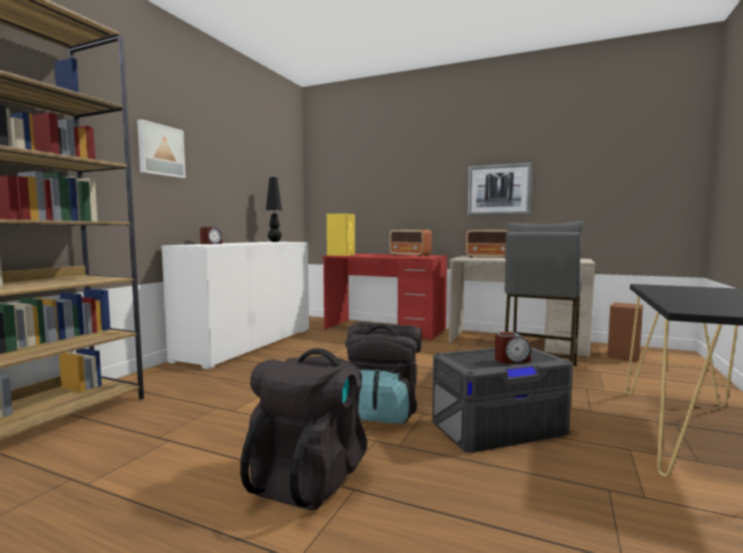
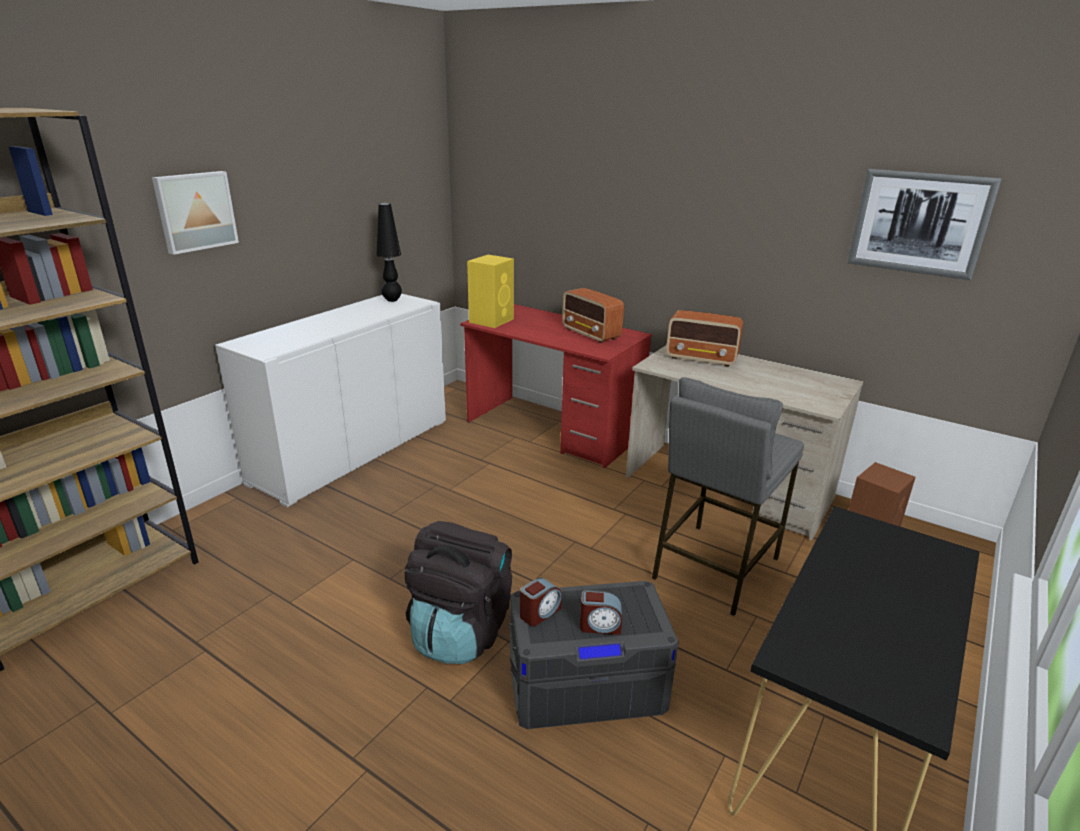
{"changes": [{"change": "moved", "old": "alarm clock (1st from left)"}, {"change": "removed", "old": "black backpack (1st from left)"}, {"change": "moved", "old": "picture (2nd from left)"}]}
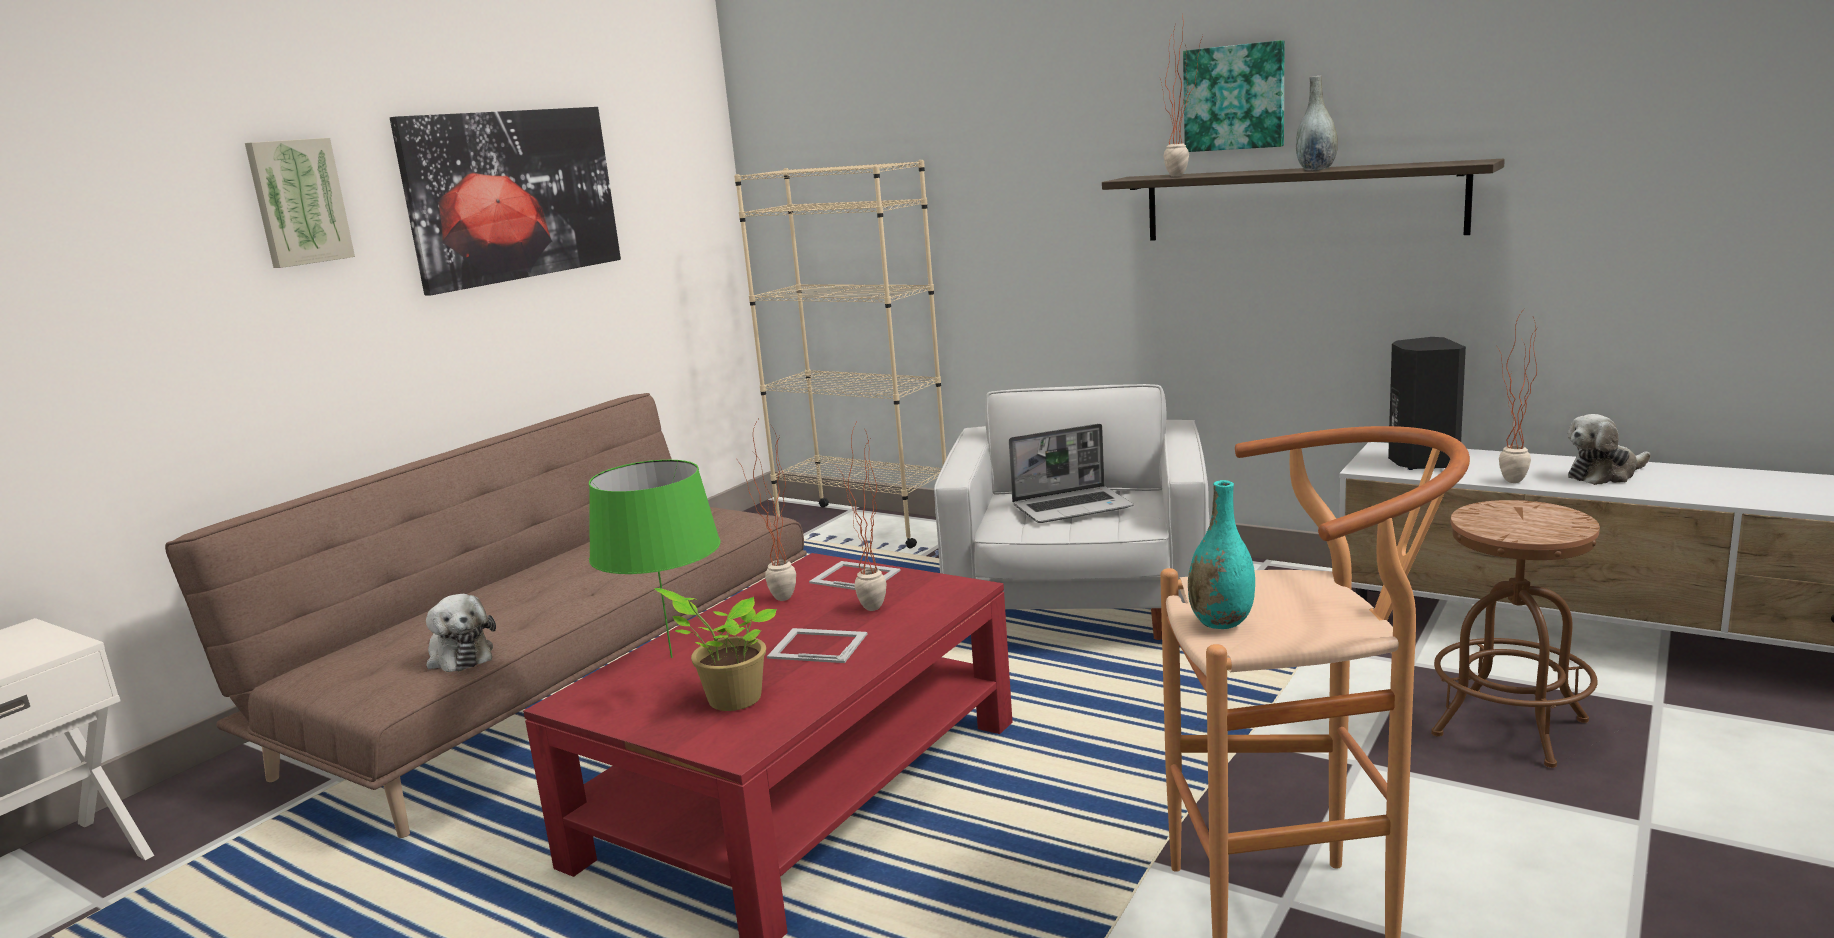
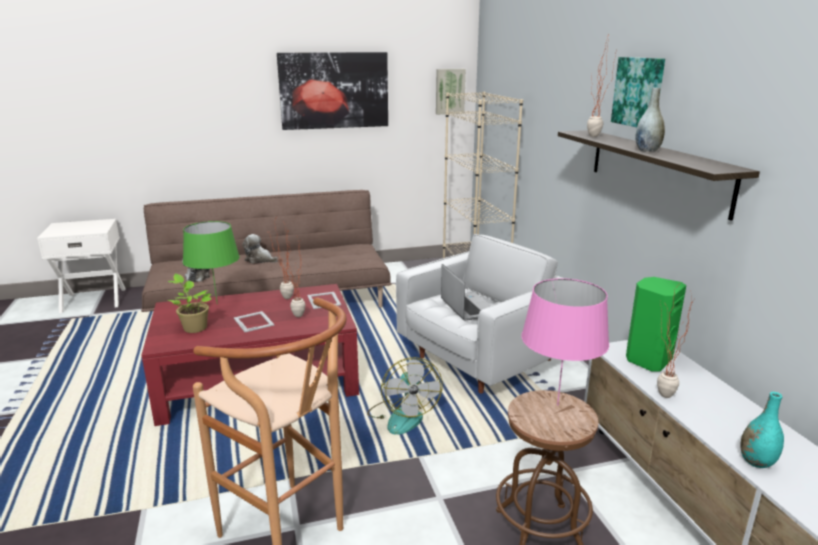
{"changes": [{"change": "moved", "old": "picture (1st from left in the first image)", "new": "picture (2nd from left)"}, {"change": "turned", "old": "laptop", "degrees": -135}, {"change": "moved", "old": "turquoise vase"}, {"change": "recoloured", "old": "black speaker", "new": "green speaker"}, {"change": "moved", "old": "plush toy (2nd from left)"}, {"change": "added", "new": "fan"}, {"change": "added", "new": "pink table lamp"}]}
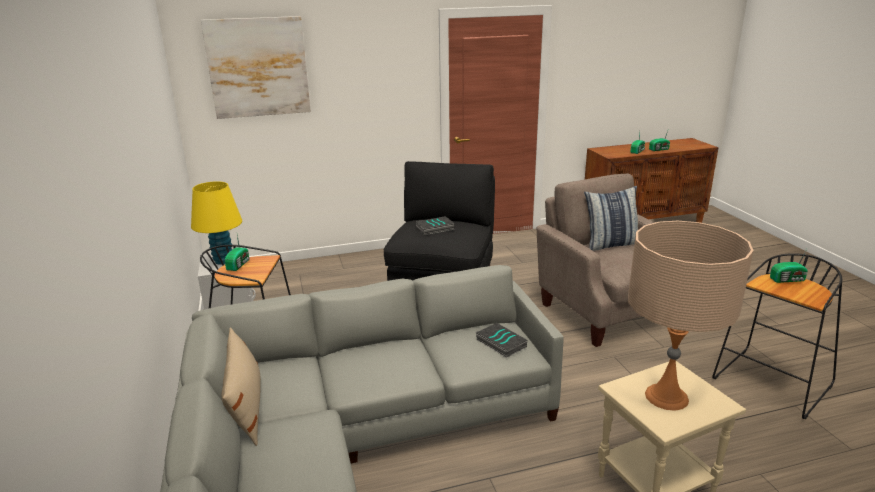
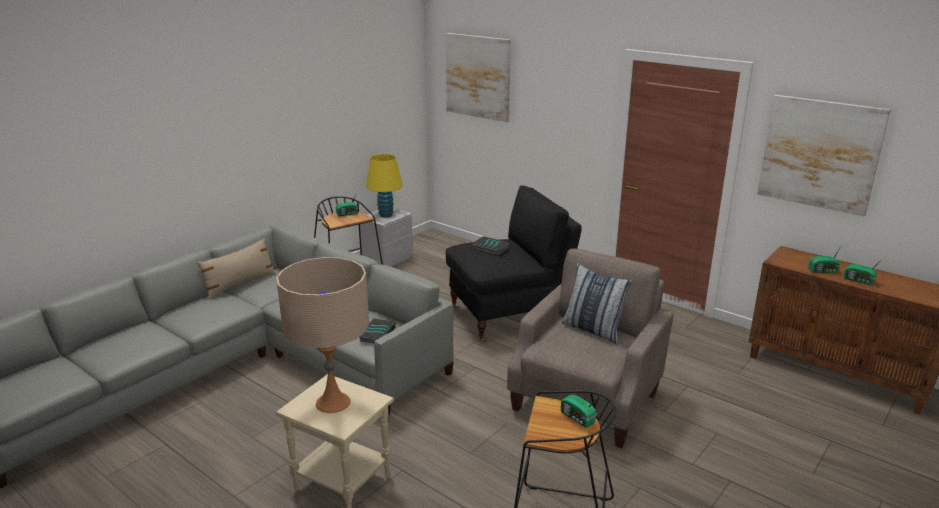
{"changes": [{"change": "added", "new": "picture (2nd from left)"}]}
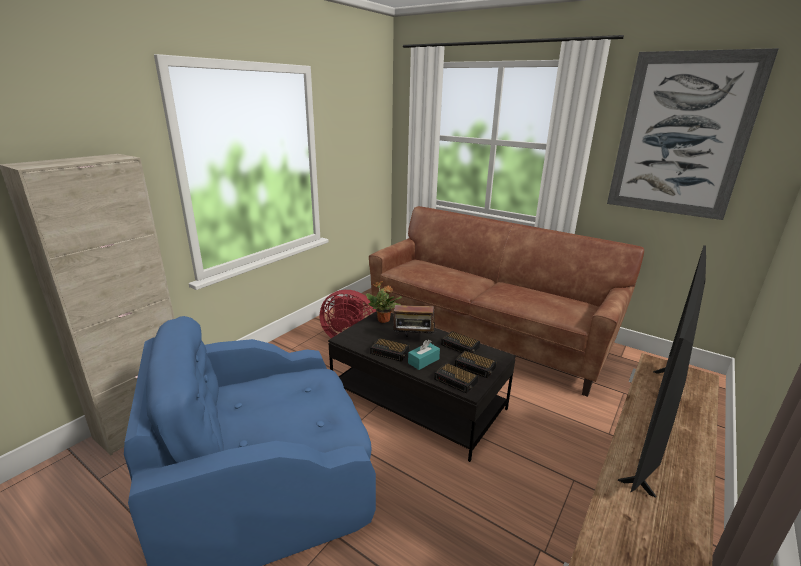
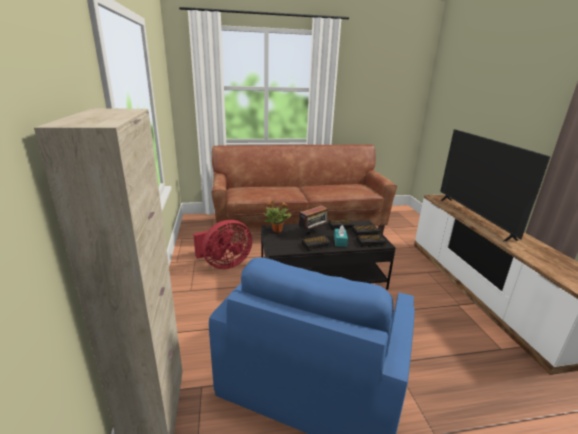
{"changes": [{"change": "removed", "old": "picture"}]}
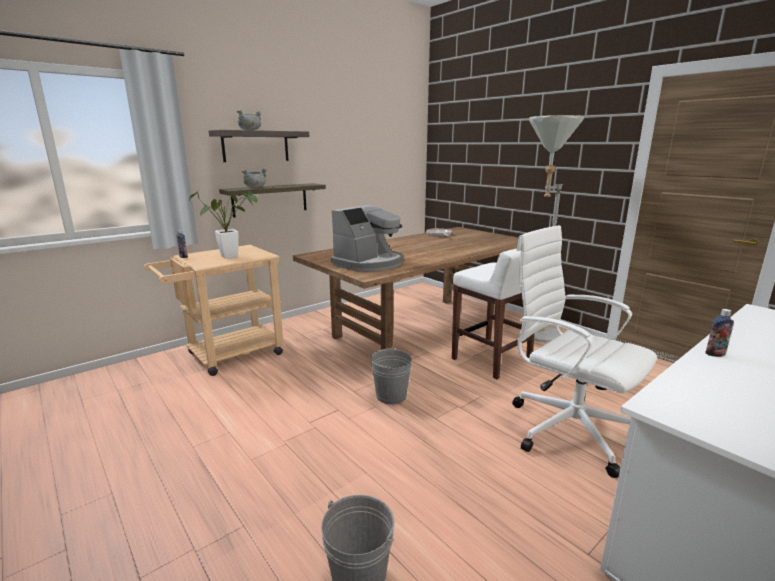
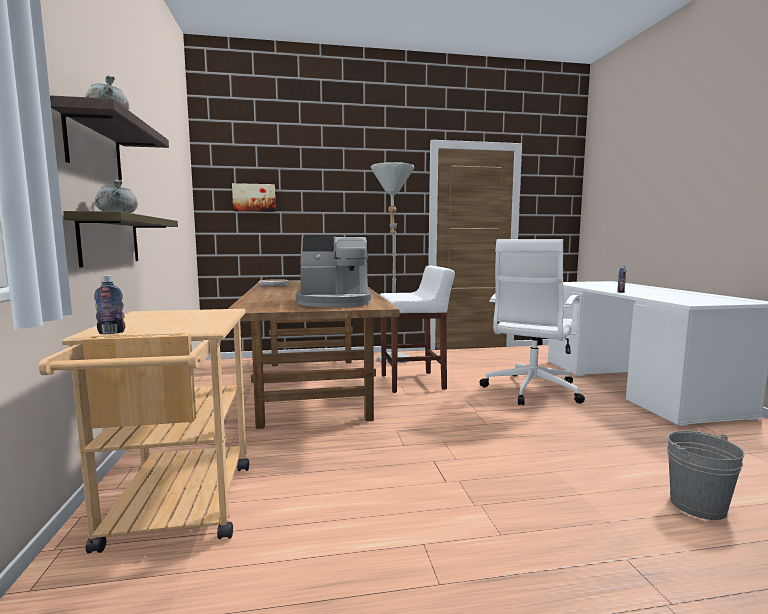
{"changes": [{"change": "removed", "old": "potted plant"}, {"change": "turned", "old": "coffee machine", "degrees": 105}, {"change": "removed", "old": "grey bucket (2nd from left)"}, {"change": "turned", "old": "white office chair", "degrees": -45}, {"change": "added", "new": "picture"}]}
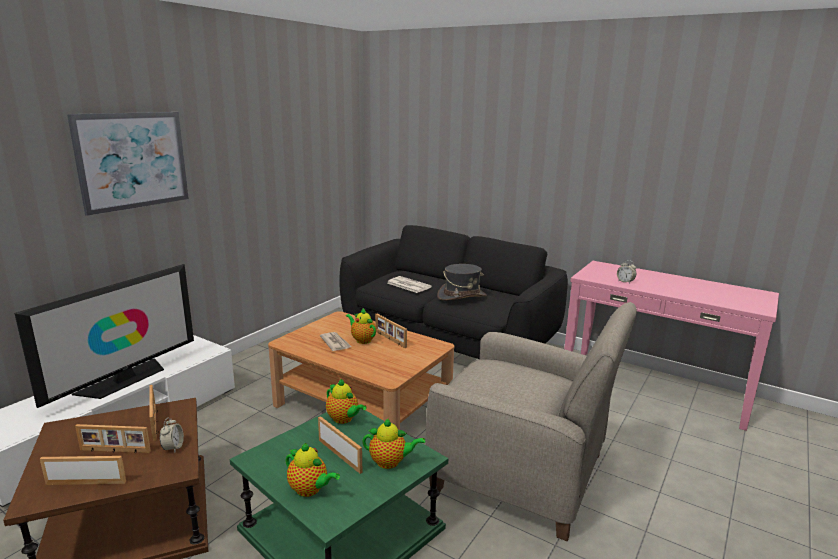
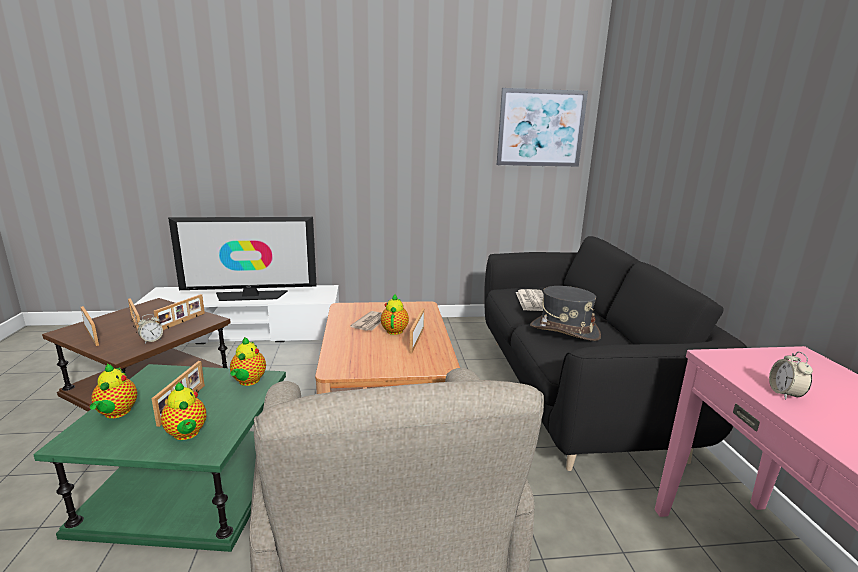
{"changes": [{"change": "moved", "old": "picture"}]}
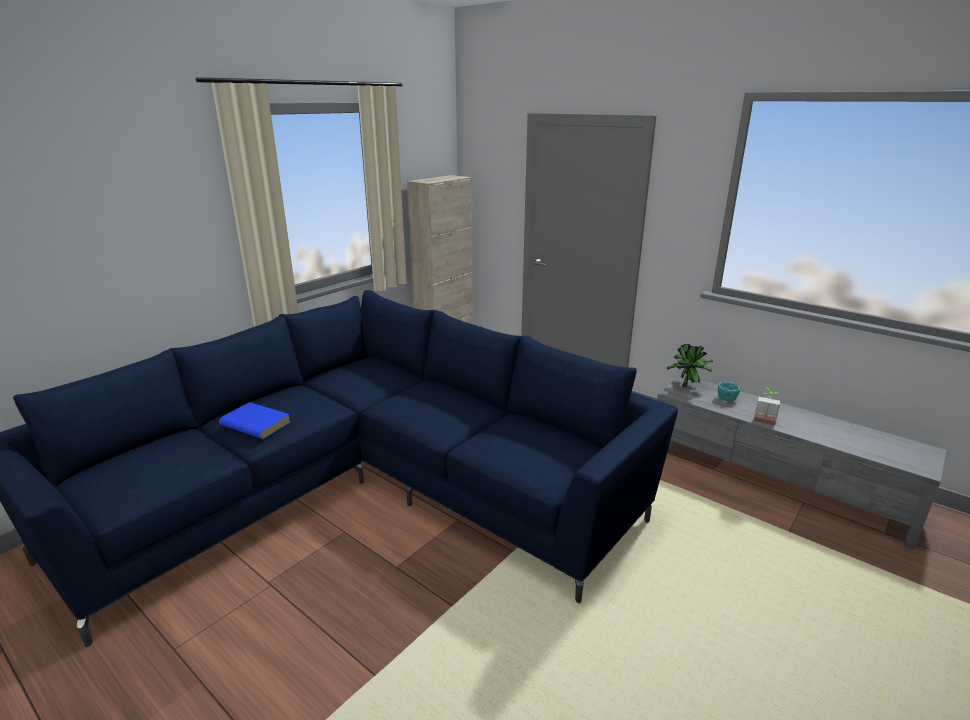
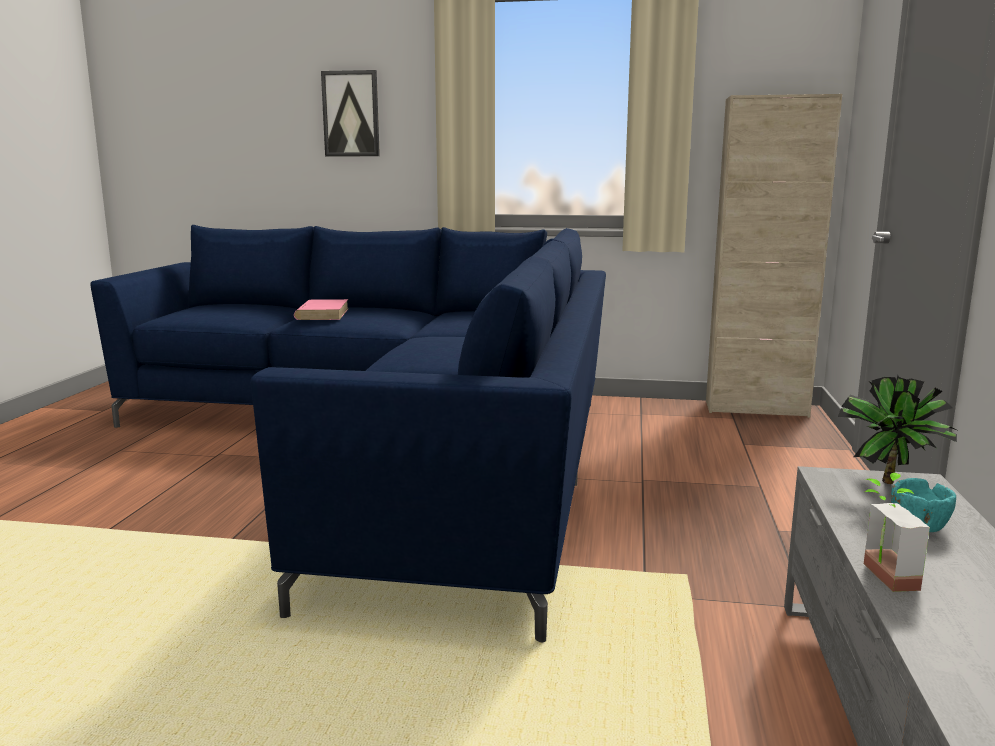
{"changes": [{"change": "recoloured", "old": "blue book", "new": "pink book"}, {"change": "added", "new": "picture"}]}
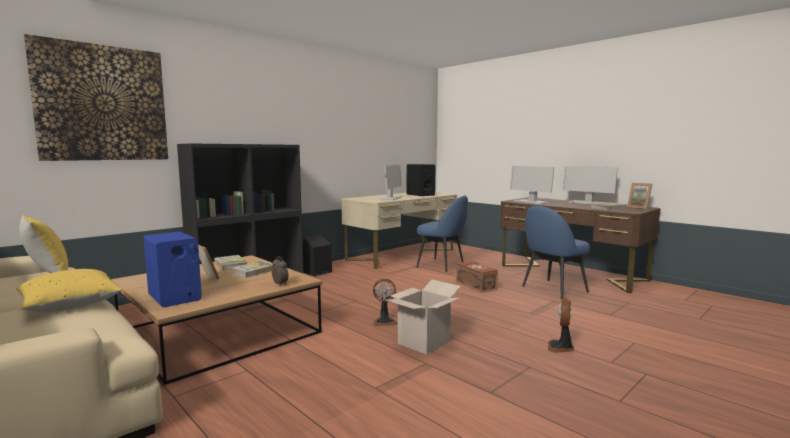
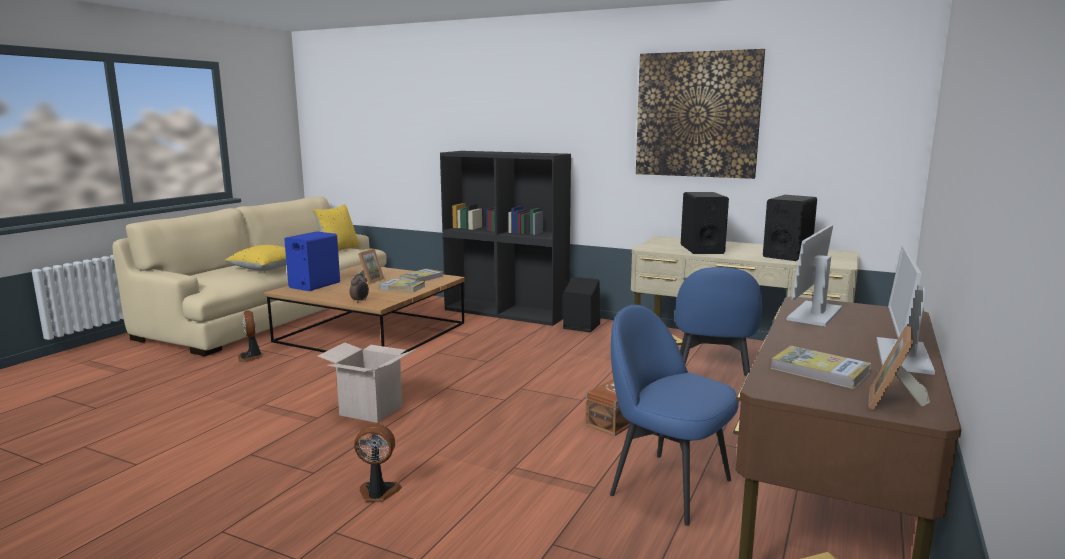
{"changes": [{"change": "moved", "old": "picture"}, {"change": "moved", "old": "fan (1st from left)"}, {"change": "replaced", "old": "monitor (1st from left)", "new": "black speaker (2nd from left)"}]}
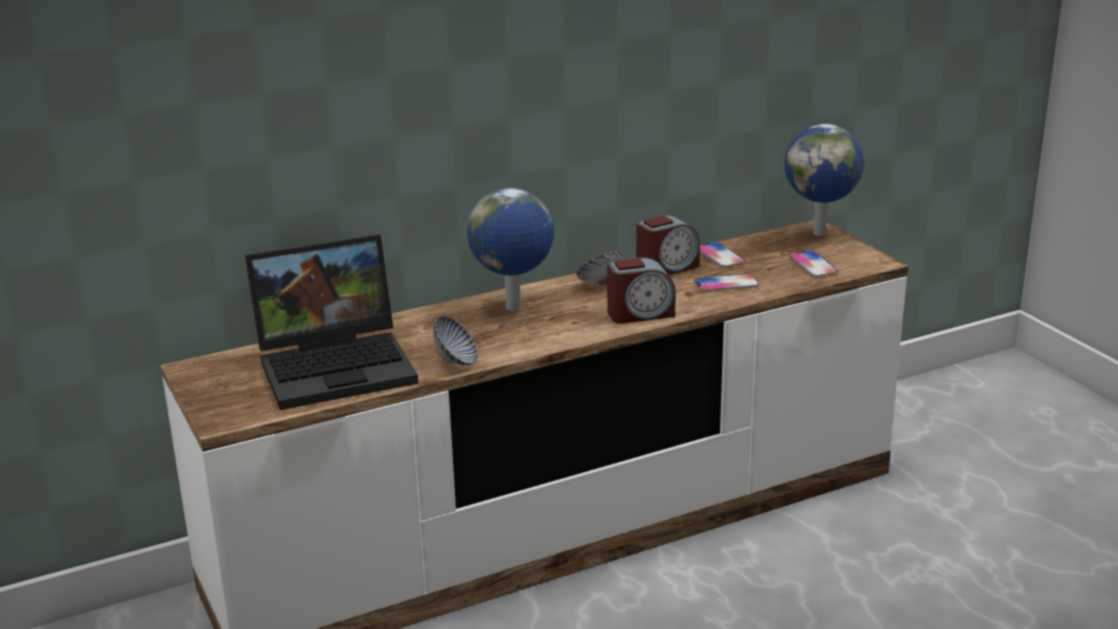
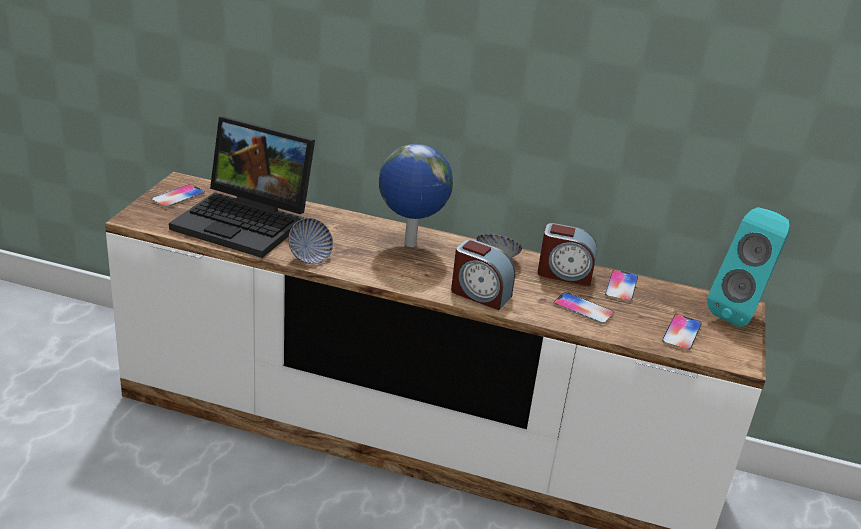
{"changes": [{"change": "replaced", "old": "globe (2nd from left)", "new": "turquoise speaker"}, {"change": "added", "new": "phone (1st from left)"}]}
